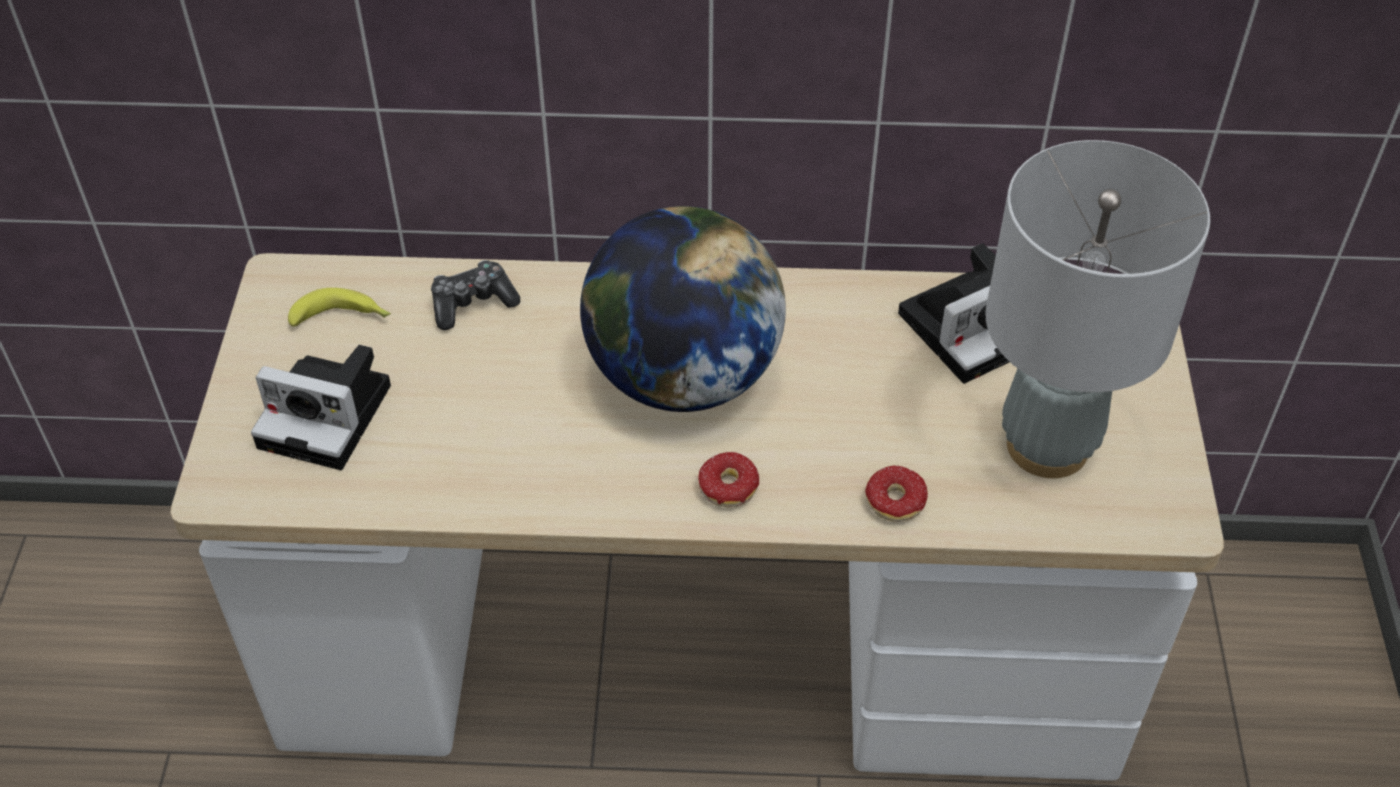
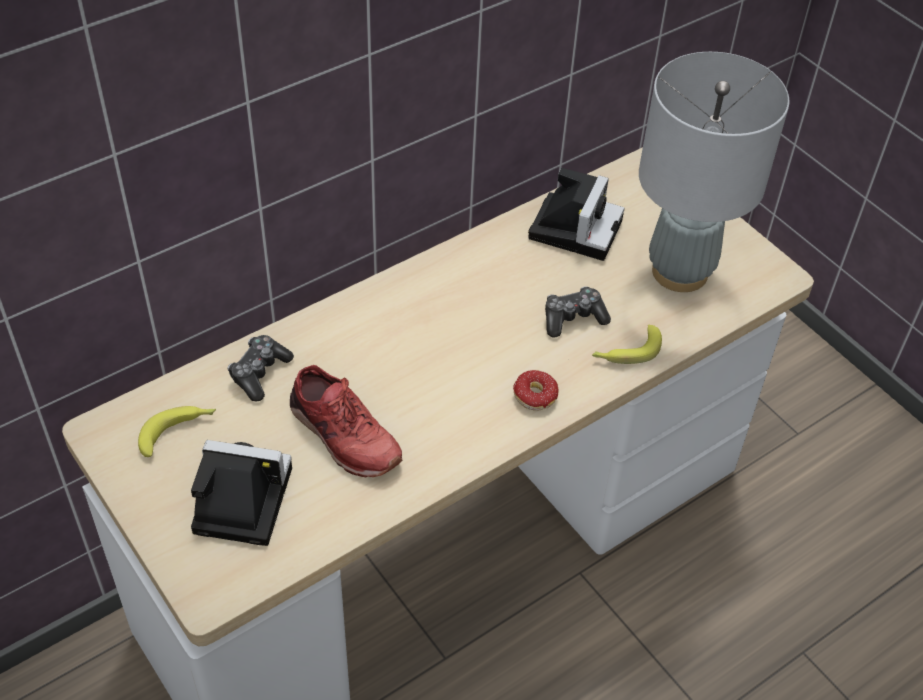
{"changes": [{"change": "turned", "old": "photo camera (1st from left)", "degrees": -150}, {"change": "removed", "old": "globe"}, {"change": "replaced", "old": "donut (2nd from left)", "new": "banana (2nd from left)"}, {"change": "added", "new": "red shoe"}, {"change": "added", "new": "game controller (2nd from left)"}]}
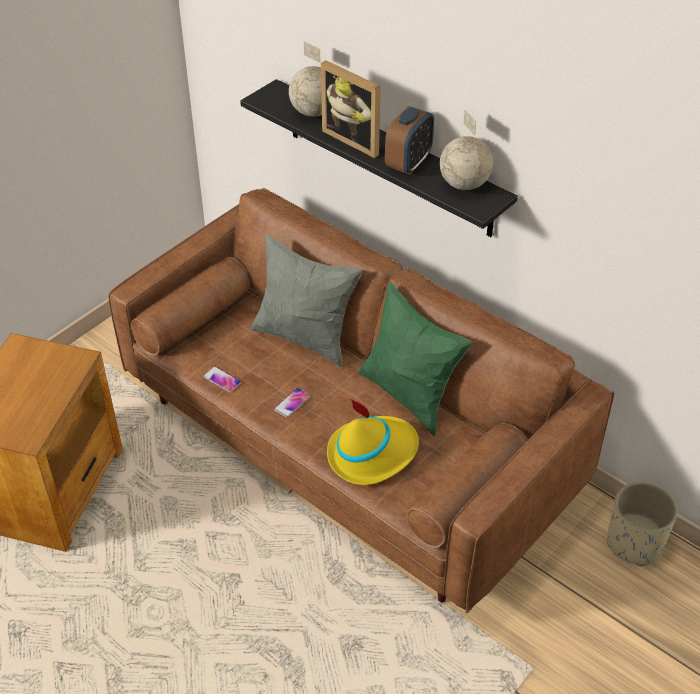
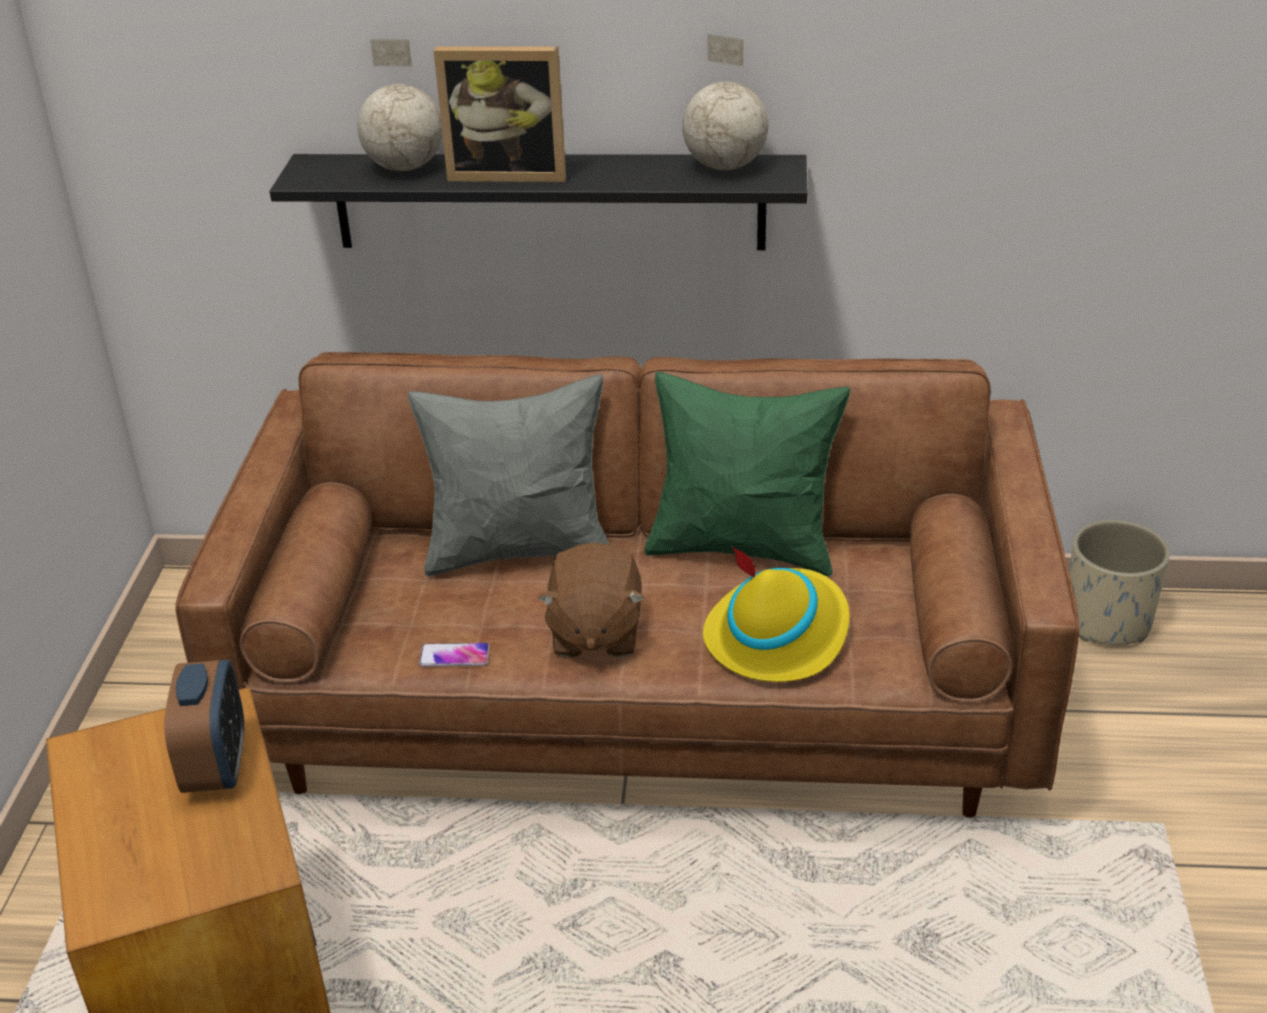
{"changes": [{"change": "replaced", "old": "phone (2nd from left)", "new": "brown plush toy"}, {"change": "moved", "old": "alarm clock"}]}
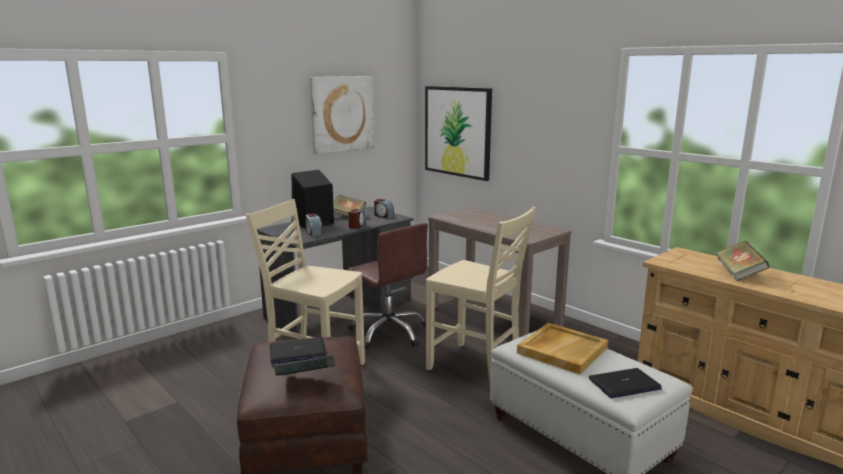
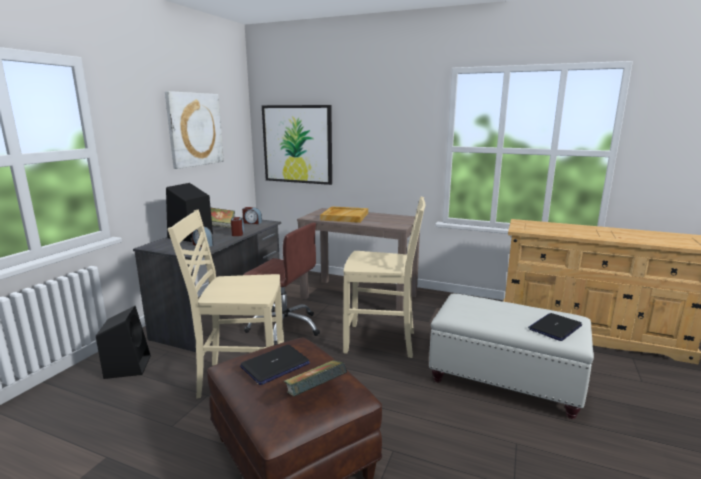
{"changes": [{"change": "moved", "old": "beige tray"}, {"change": "removed", "old": "book (3rd from left)"}, {"change": "added", "new": "black speaker (1st from left)"}]}
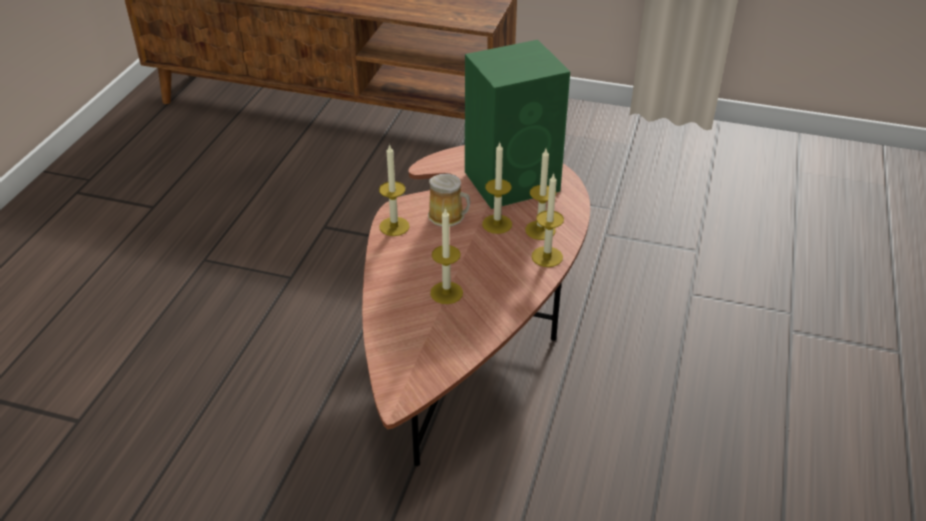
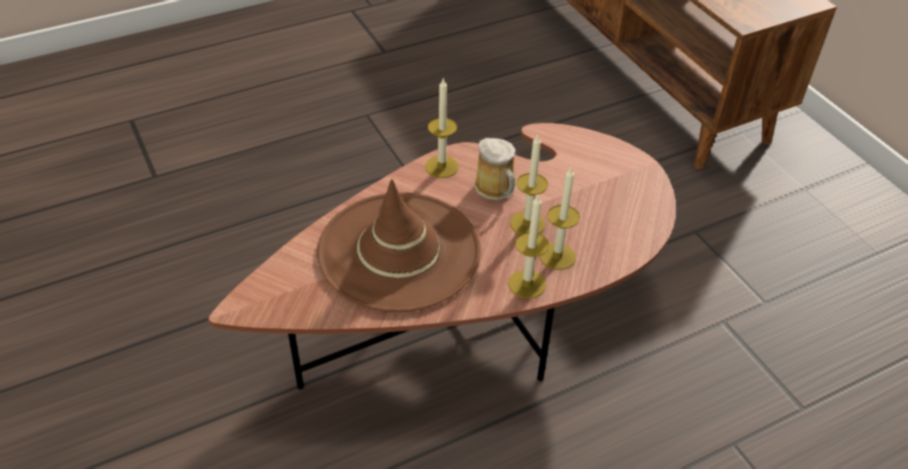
{"changes": [{"change": "replaced", "old": "candle (2nd from left)", "new": "brown hat"}, {"change": "removed", "old": "green speaker"}]}
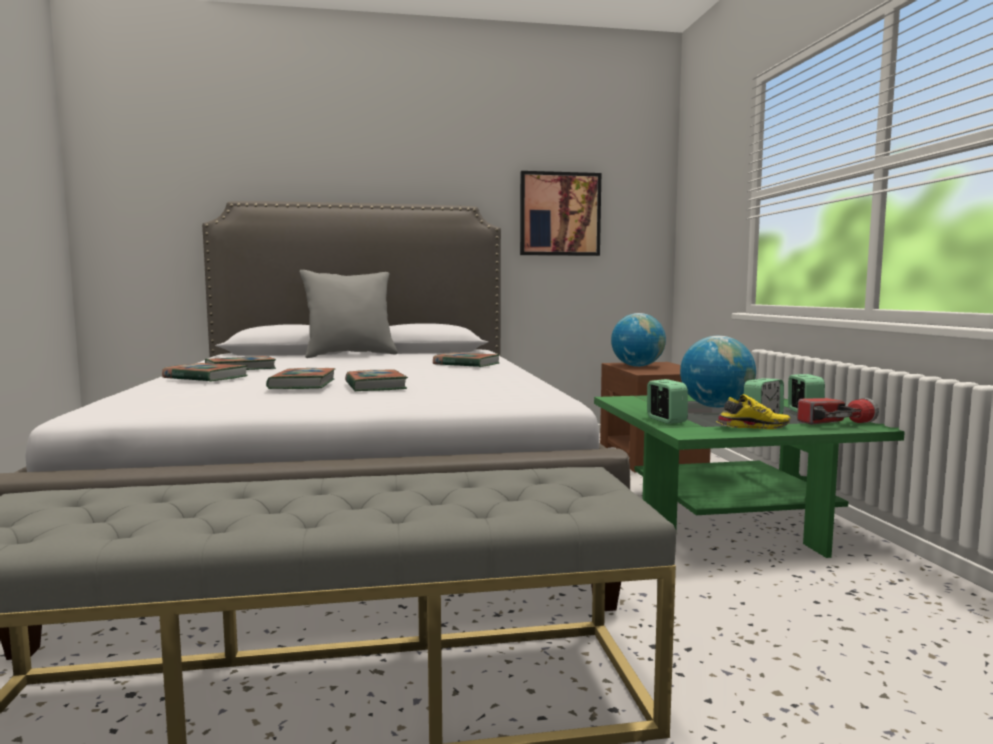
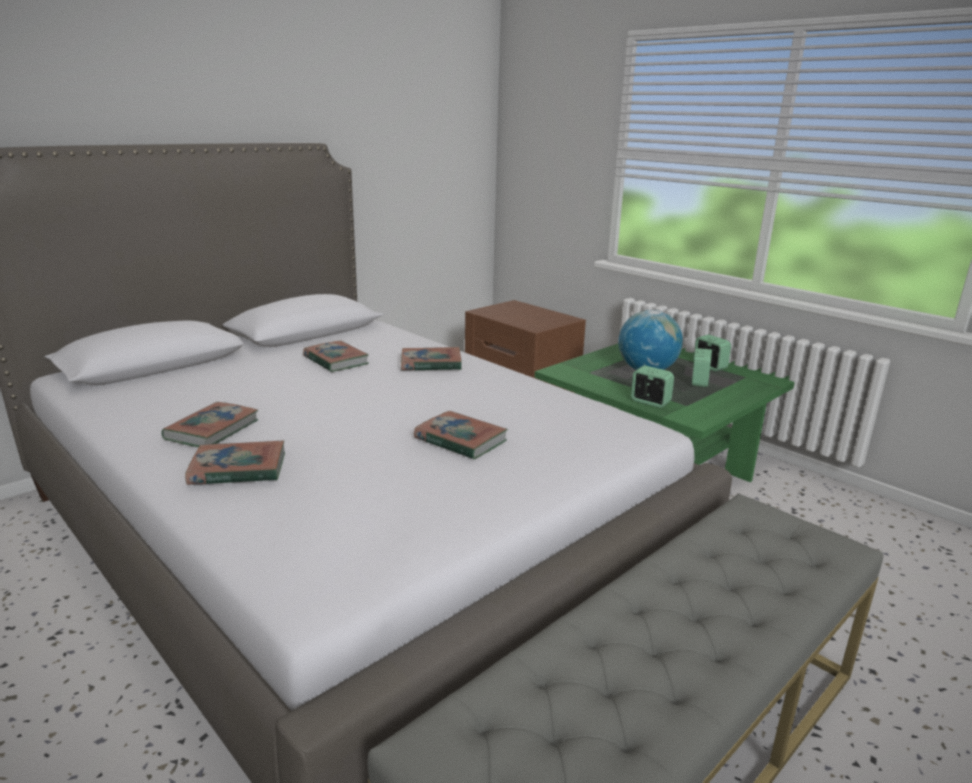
{"changes": [{"change": "moved", "old": "book (3rd from left)"}, {"change": "removed", "old": "grey pillow"}, {"change": "removed", "old": "picture"}, {"change": "removed", "old": "globe (1st from left)"}, {"change": "removed", "old": "yellow shoe"}, {"change": "removed", "old": "flashlight"}]}
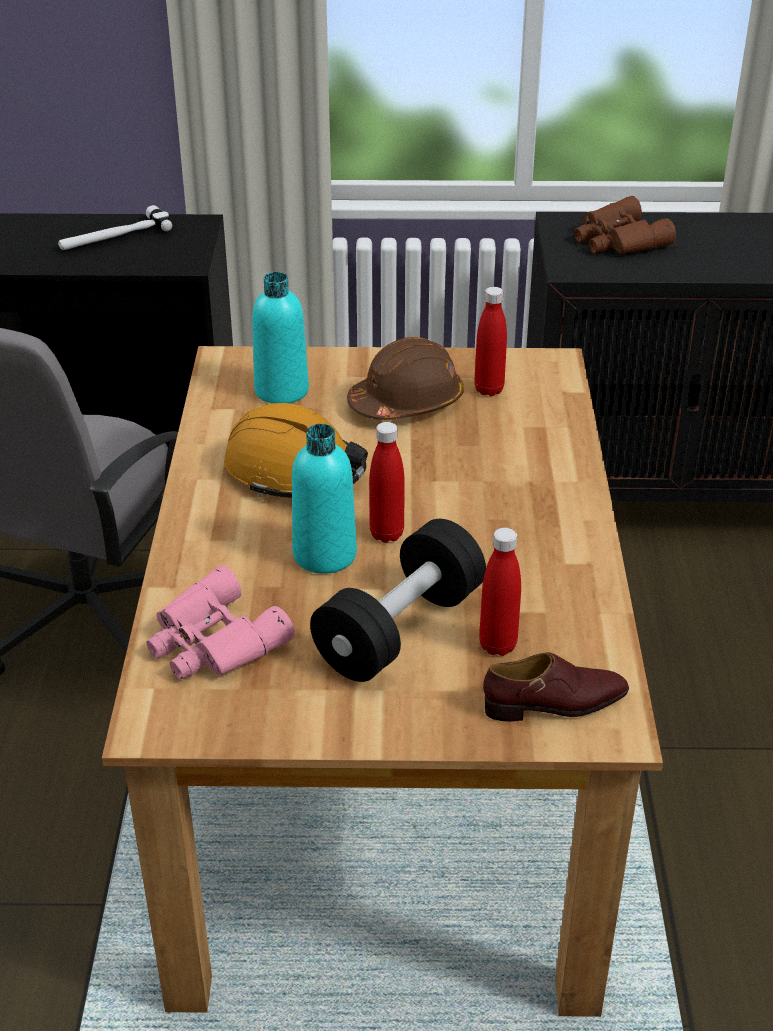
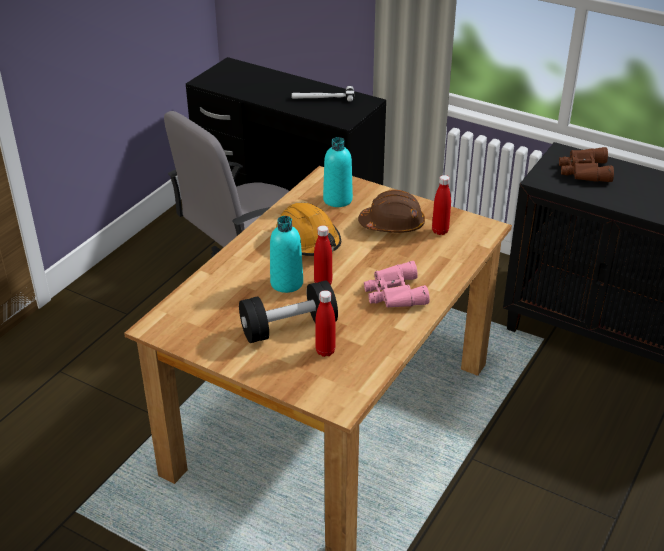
{"changes": [{"change": "moved", "old": "pink binoculars"}, {"change": "removed", "old": "brown shoe"}]}
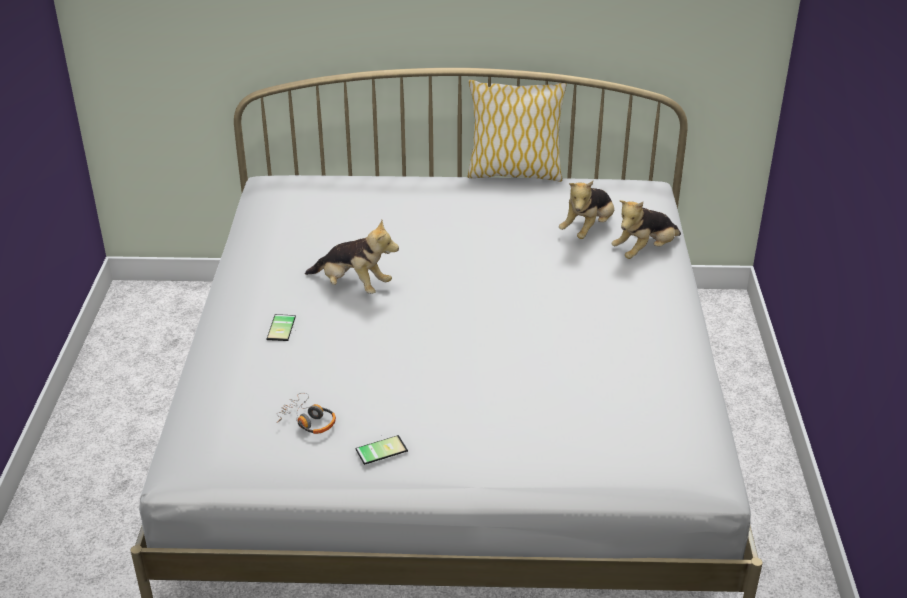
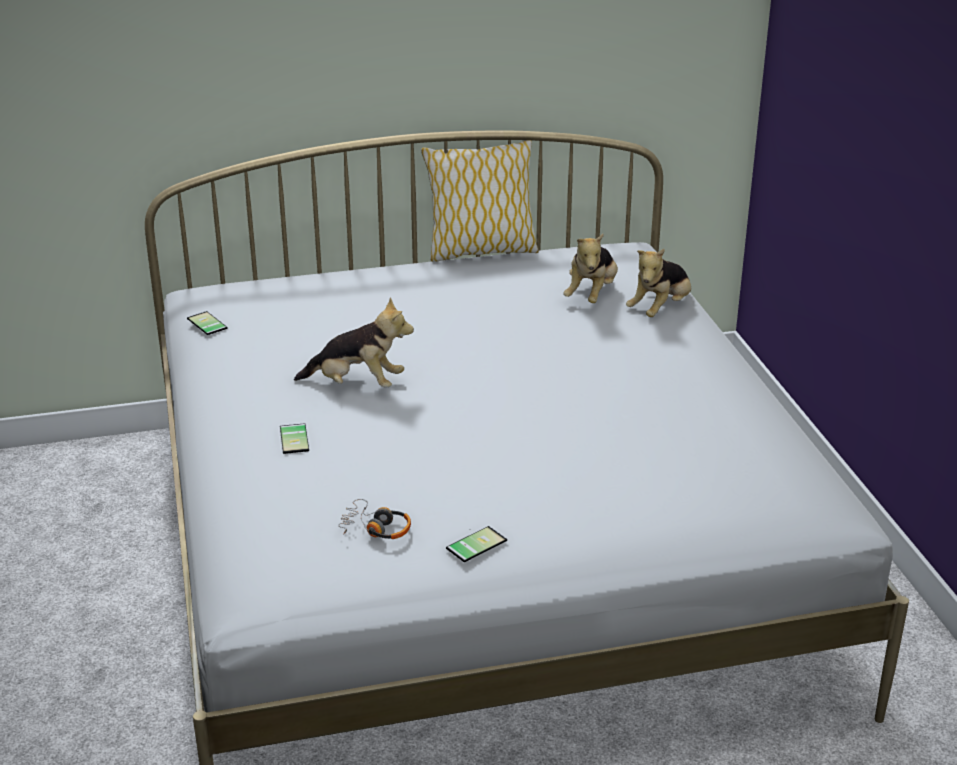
{"changes": [{"change": "added", "new": "phone (1st from left)"}]}
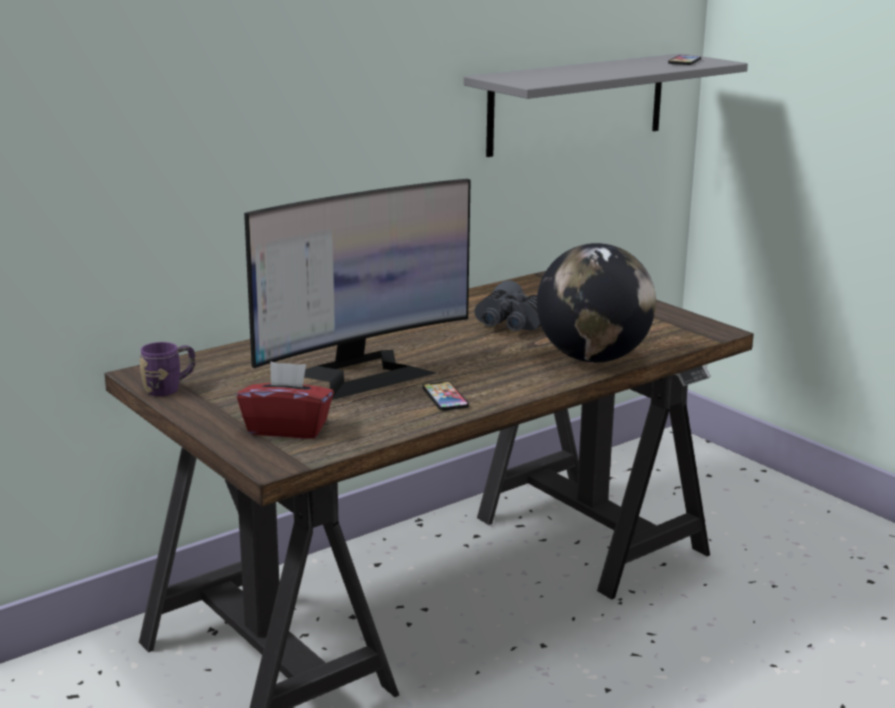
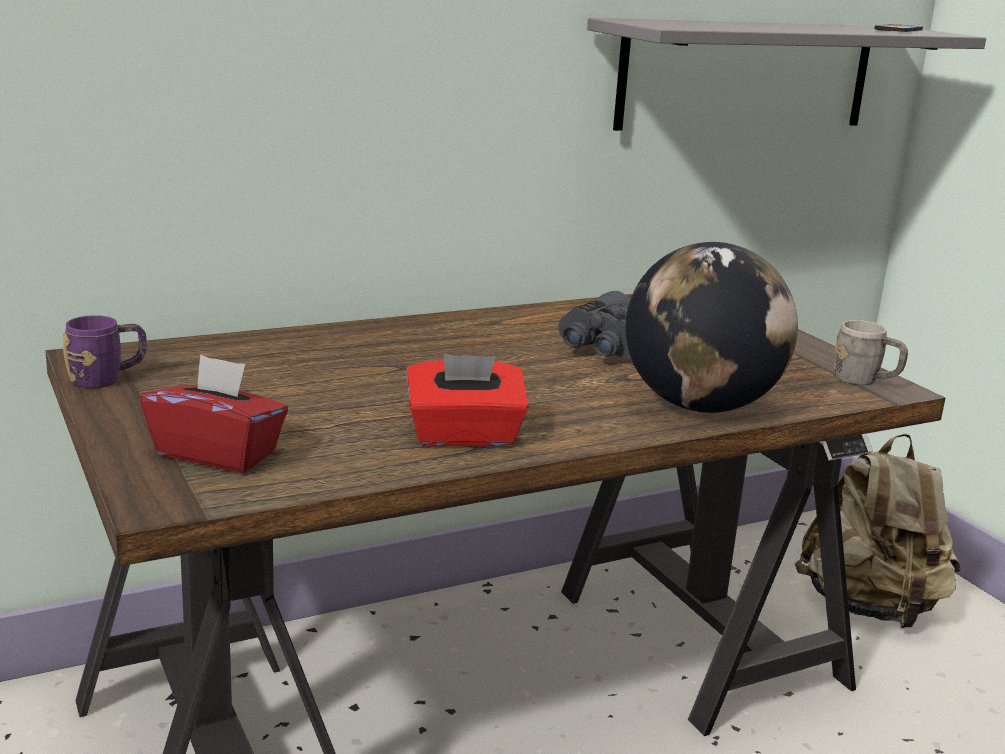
{"changes": [{"change": "removed", "old": "monitor"}, {"change": "replaced", "old": "phone (1st from left)", "new": "red tissue box (2nd from left)"}, {"change": "added", "new": "beige backpack"}, {"change": "added", "new": "grey mug"}]}
